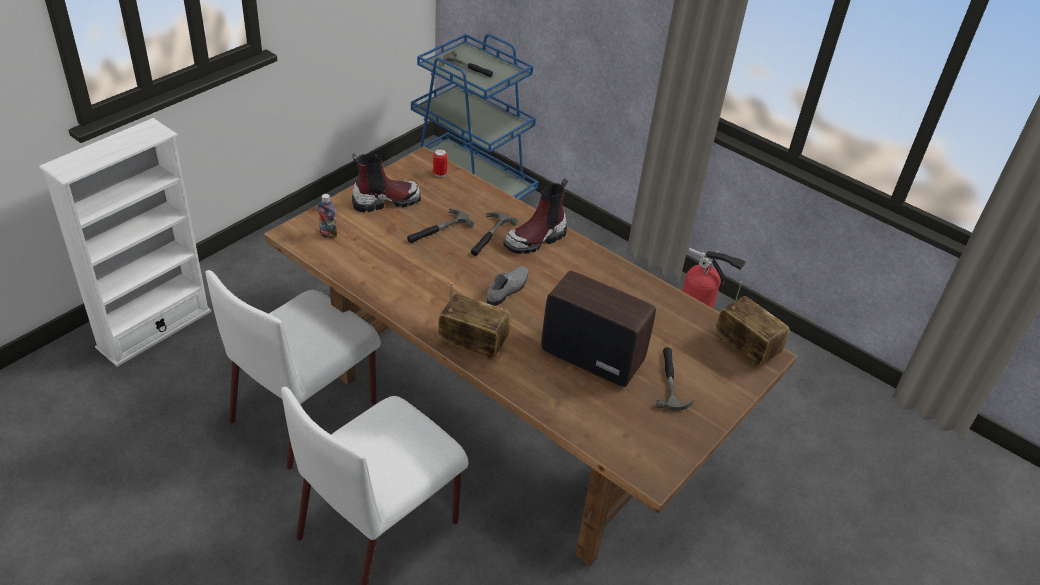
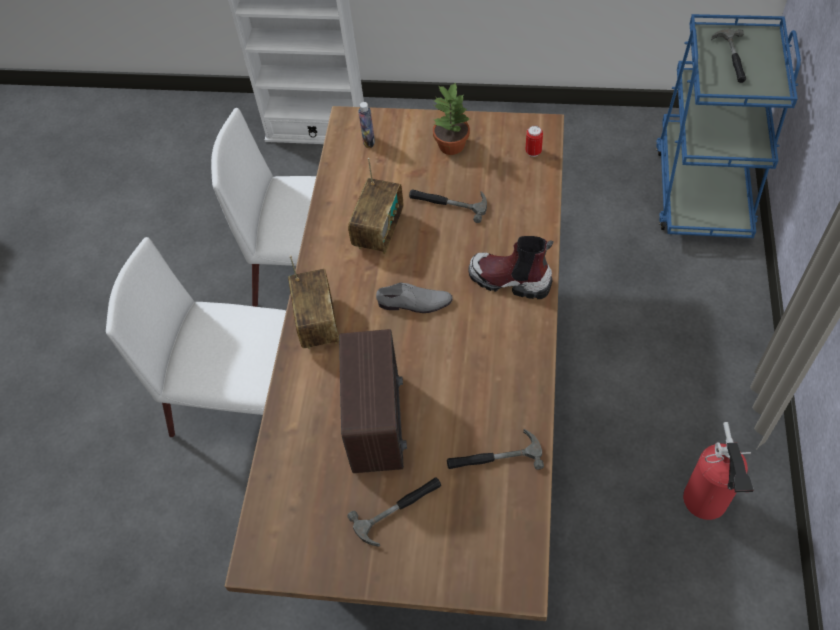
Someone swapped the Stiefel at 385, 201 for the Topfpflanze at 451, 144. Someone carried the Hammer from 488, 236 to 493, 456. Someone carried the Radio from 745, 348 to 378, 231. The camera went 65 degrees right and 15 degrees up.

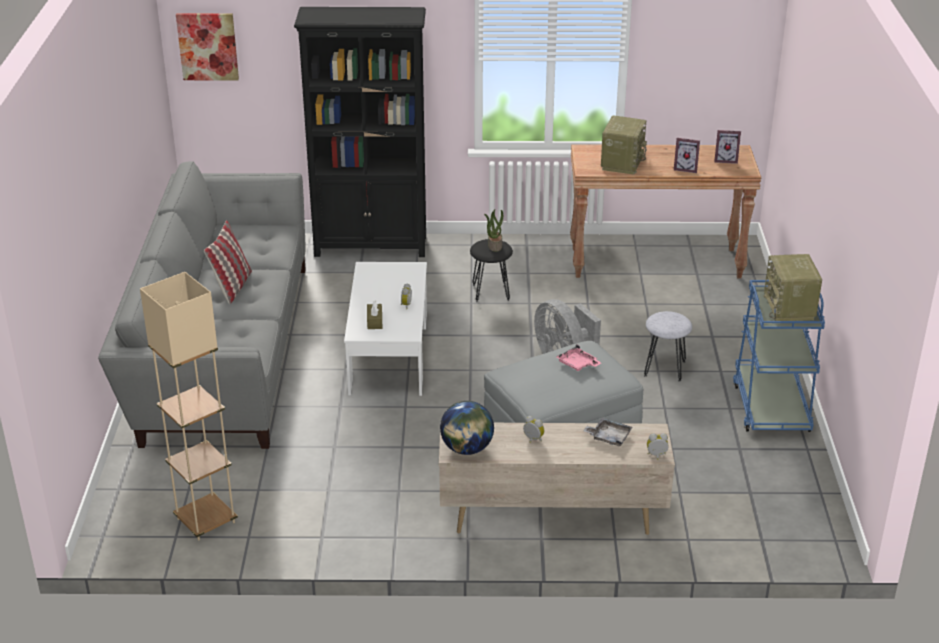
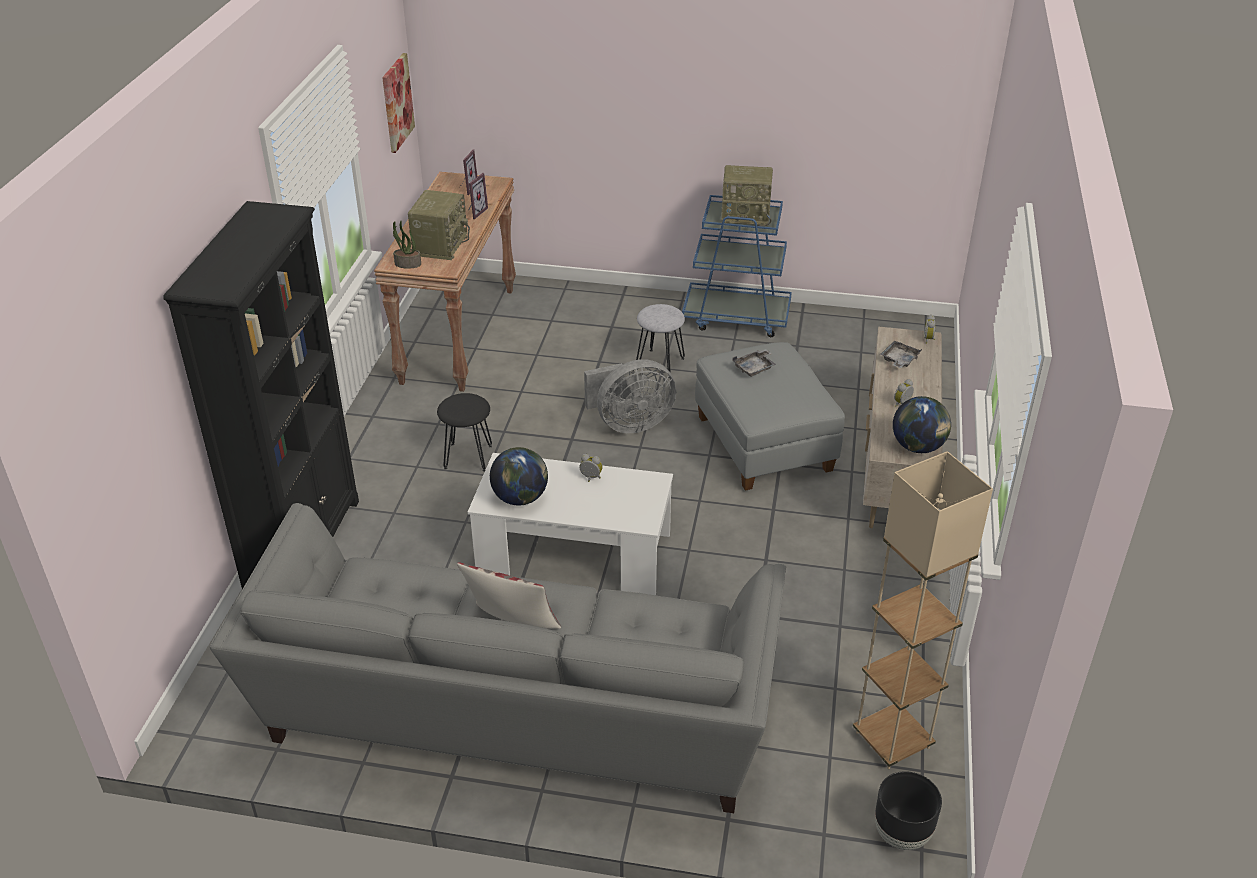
Someone carried the Bild from 208, 46 to 397, 102. Someone rotated the Radio at 622, 162 by 75 degrees clockwise. Someone carried the Topfpflanze from 494, 246 to 407, 264. Someone took away the Taschentuchbox (braun) at 374, 321. Someone repainted the Tablett (rosa) at 578, 364, which became the Tablett (grau) at 755, 368. Someone put down the Globus at 520, 498. Someone put down the Pflanzkübel (schwarz) at 902, 835. The camera went 80 degrees left and 5 degrees up.

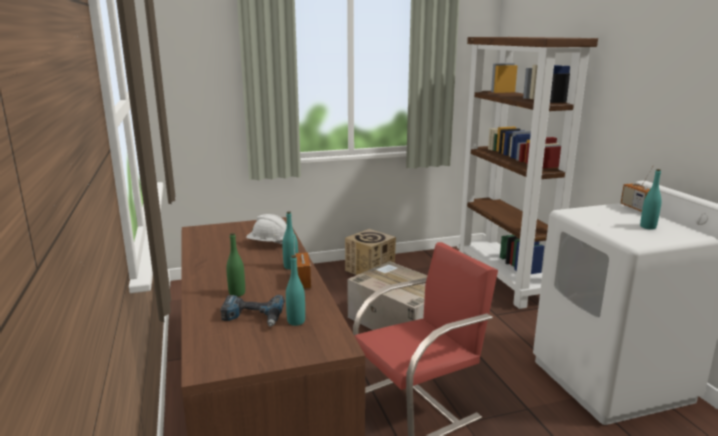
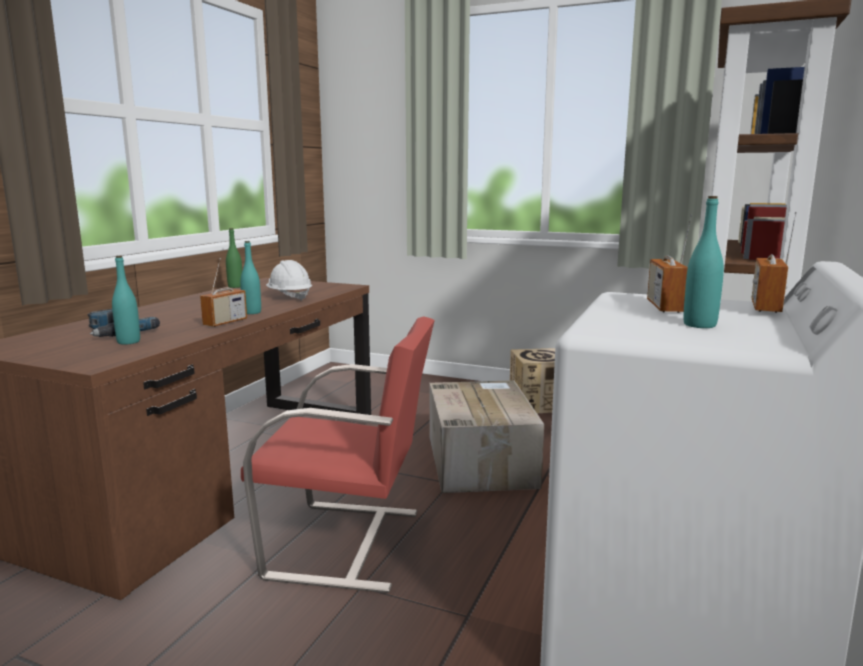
Someone carried the Flasche (grün) from 237, 293 to 235, 286. Someone put down the Radio at 664, 307. The camera went 40 degrees right and 5 degrees down.

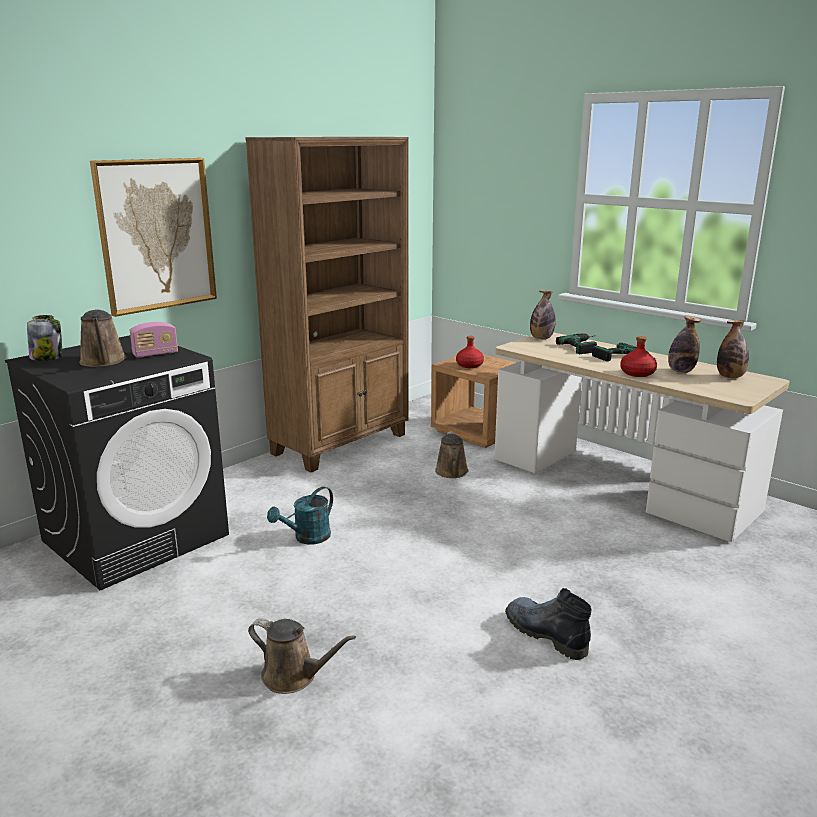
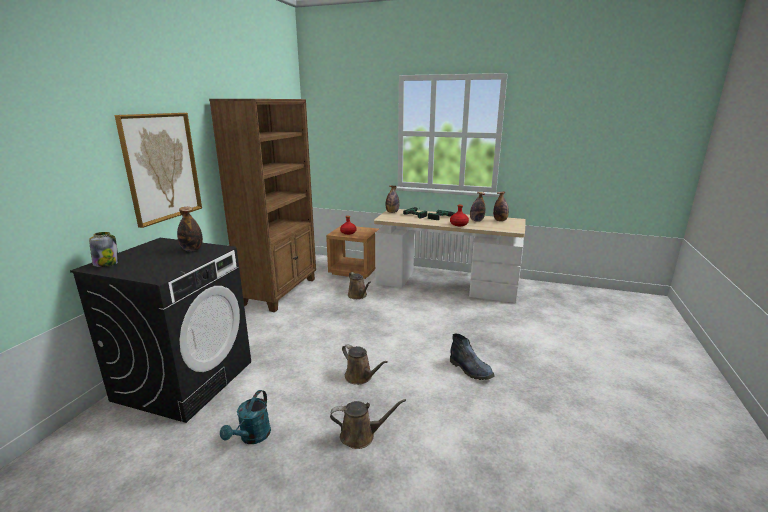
Someone carried the Gießkanne (braun) from 103, 361 to 360, 377. Someone swapped the Radio at 155, 354 for the Flasche at 192, 250. Someone carried the Gießkanne (türkis) from 307, 538 to 252, 437. Someone rotated the Stiefel at 544, 633 by 150 degrees counterclockwise. The camera went 25 degrees left and 0 degrees up.

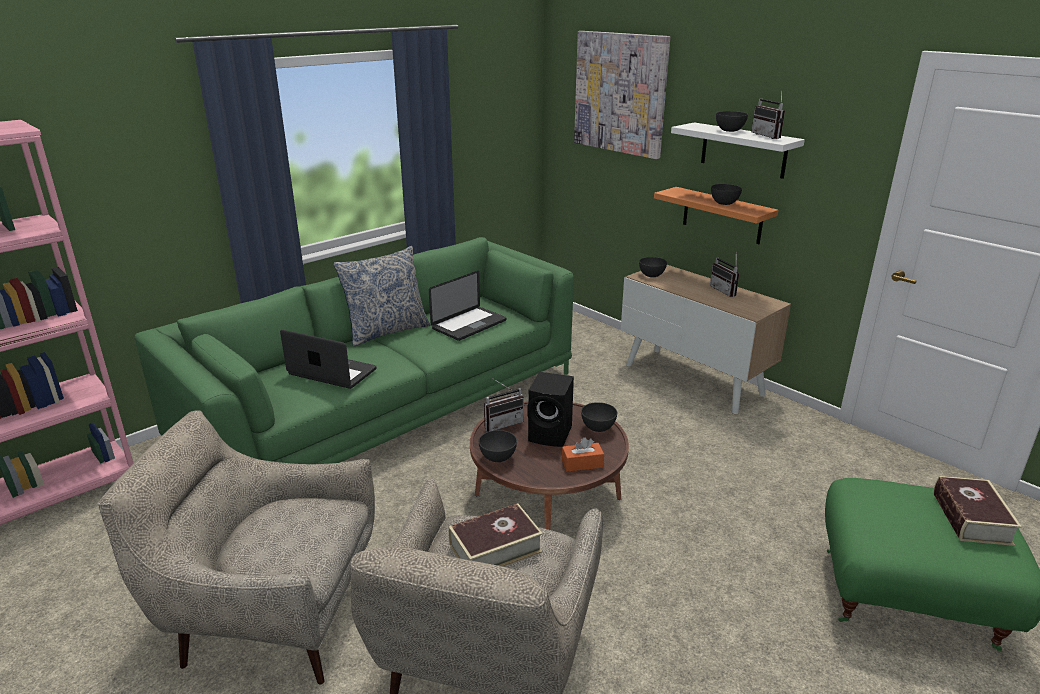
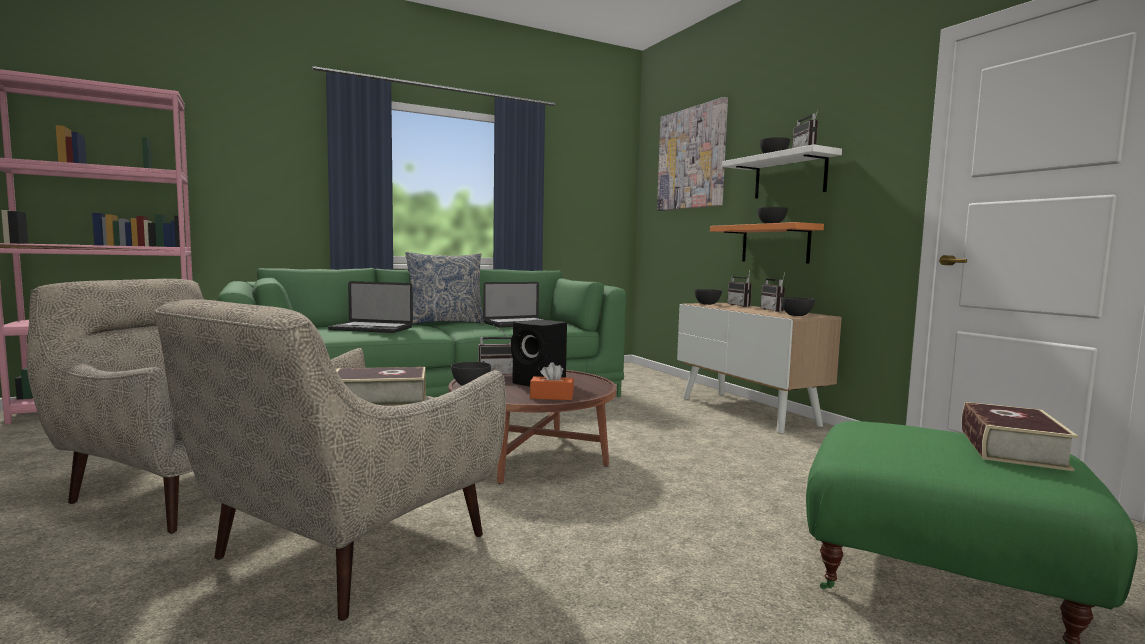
Someone rotated the Laptop at 332, 372 by 150 degrees clockwise. Someone carried the Schüssel (grau) from 598, 427 to 796, 315. Someone put down the Radio at 742, 306. The camera went 15 degrees right and 20 degrees down.

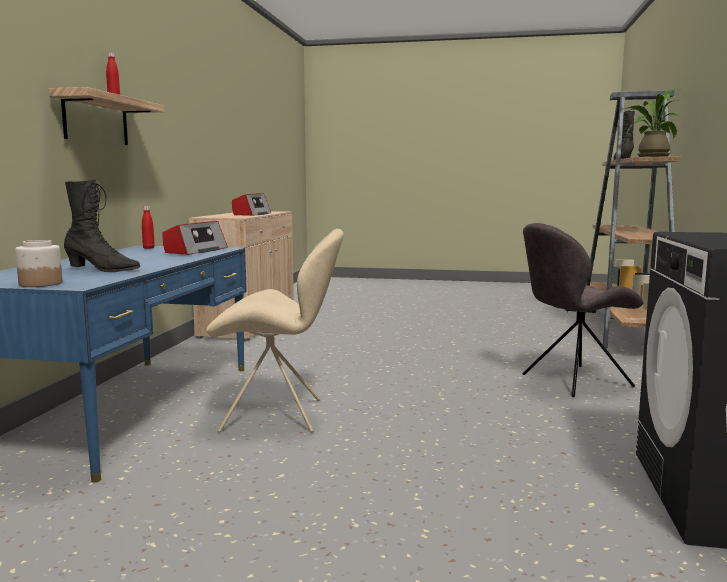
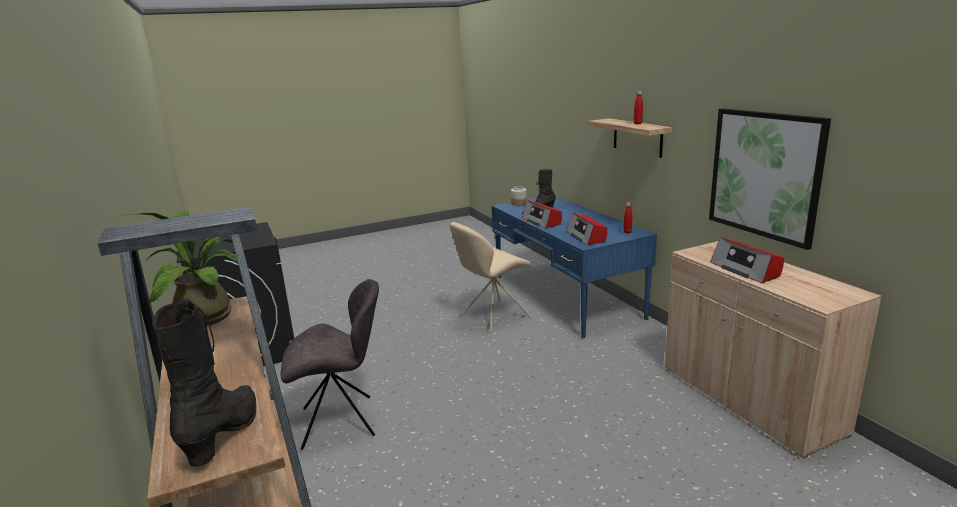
Someone rotated the Stuhl (grau) at 573, 381 by 45 degrees clockwise. Someone put up the Bild at 764, 174. Someone put down the Radio at 542, 221. The camera went 145 degrees right and 10 degrees up.

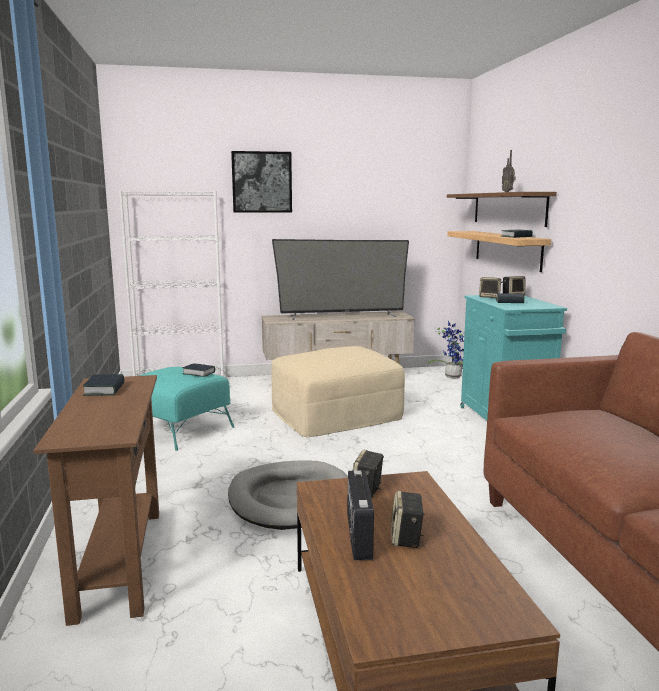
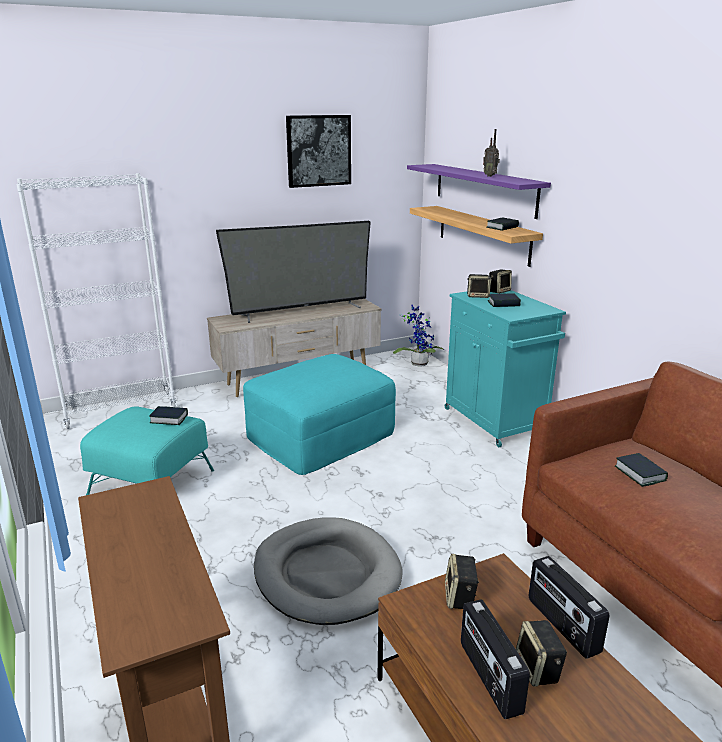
Someone carried the Bild from 262, 182 to 318, 151. Someone repainted the Wandregal (braun) at 508, 208, which became the Wandregal (lila) at 484, 189. Someone repainted the Polsterhocker (beige) at 336, 414, which became the Polsterhocker (türkis) at 320, 435. Someone carried the Buch from 104, 390 to 640, 473. Someone put down the Radio at 562, 625. The camera went 15 degrees left and 10 degrees up.

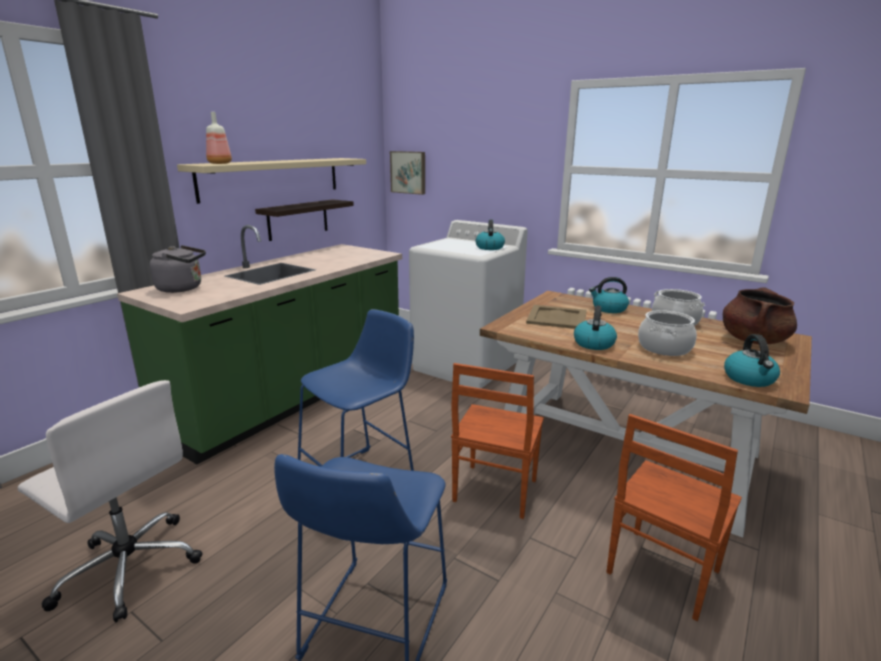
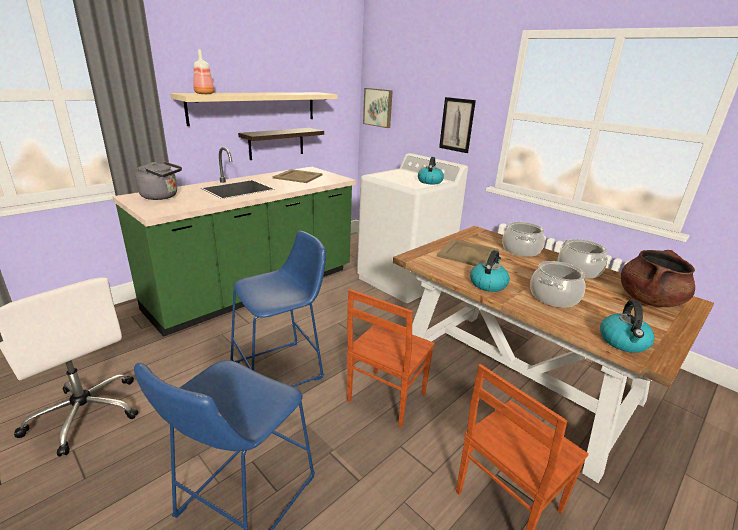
Someone swapped the Wasserkessel at 608, 309 for the Kochtopf at 521, 250. Someone put up the Bild at 456, 125. Someone put down the Tablett (beige) at 297, 176. The camera went 10 degrees right and 5 degrees up.

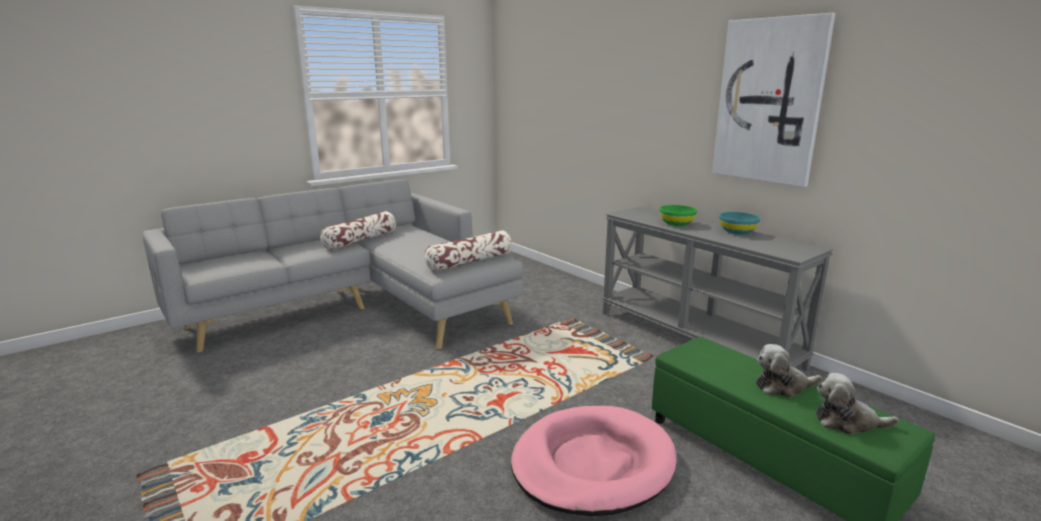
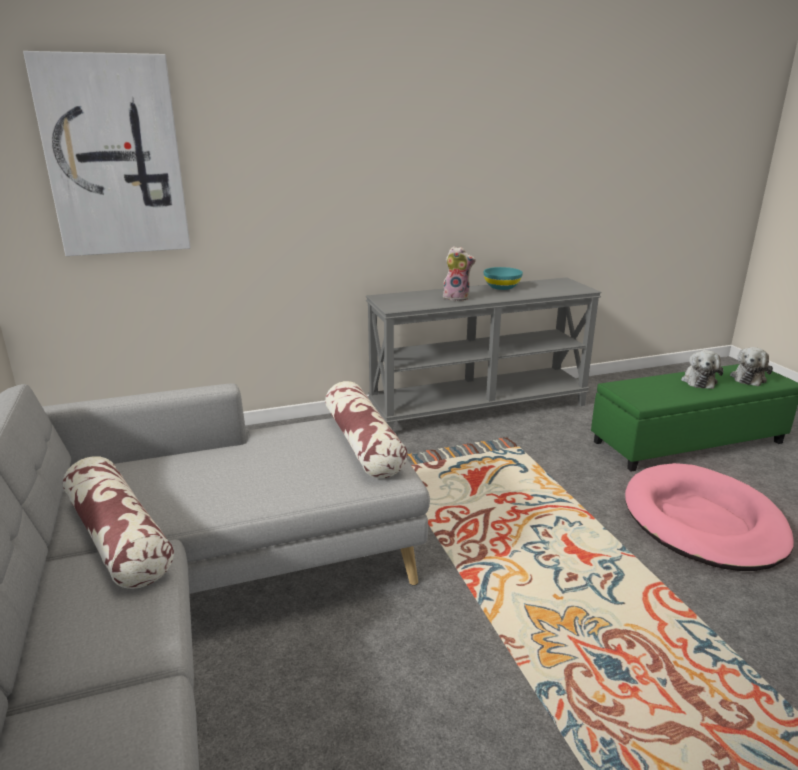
Someone carried the Bild from 769, 101 to 114, 157. Someone swapped the Schüssel (grün) at 676, 223 for the Plüschtier at 457, 298. The camera went 70 degrees left and 5 degrees up.

